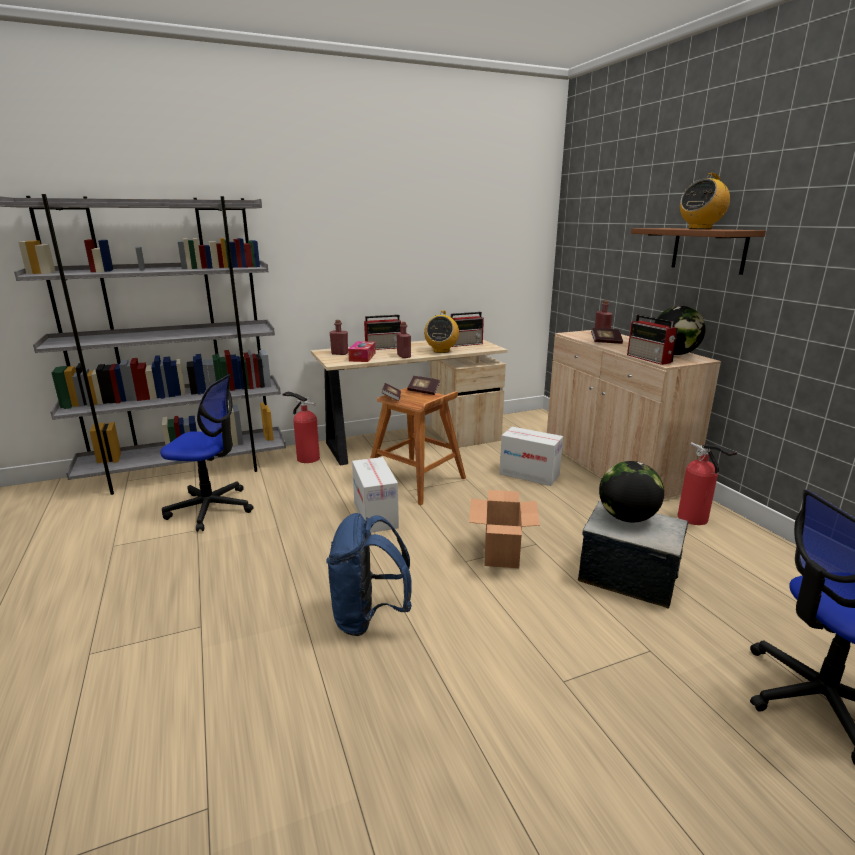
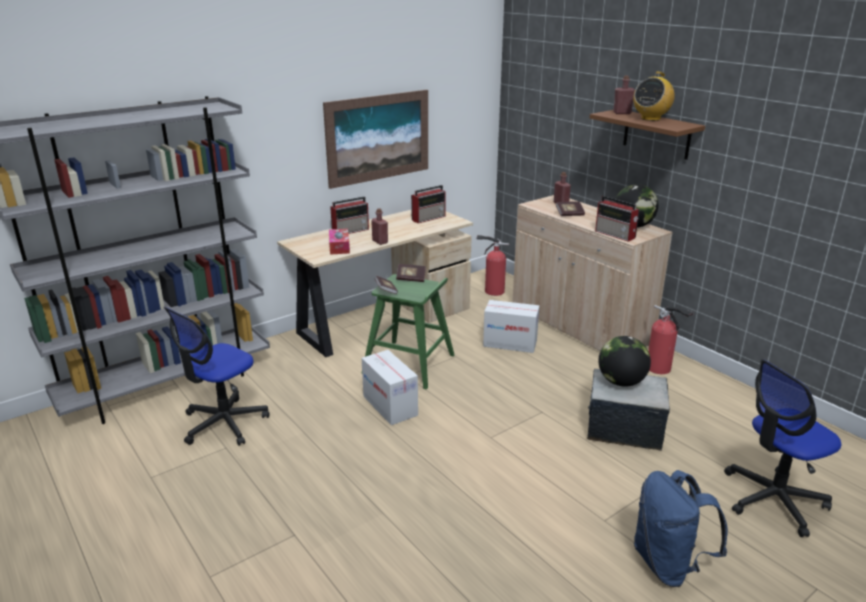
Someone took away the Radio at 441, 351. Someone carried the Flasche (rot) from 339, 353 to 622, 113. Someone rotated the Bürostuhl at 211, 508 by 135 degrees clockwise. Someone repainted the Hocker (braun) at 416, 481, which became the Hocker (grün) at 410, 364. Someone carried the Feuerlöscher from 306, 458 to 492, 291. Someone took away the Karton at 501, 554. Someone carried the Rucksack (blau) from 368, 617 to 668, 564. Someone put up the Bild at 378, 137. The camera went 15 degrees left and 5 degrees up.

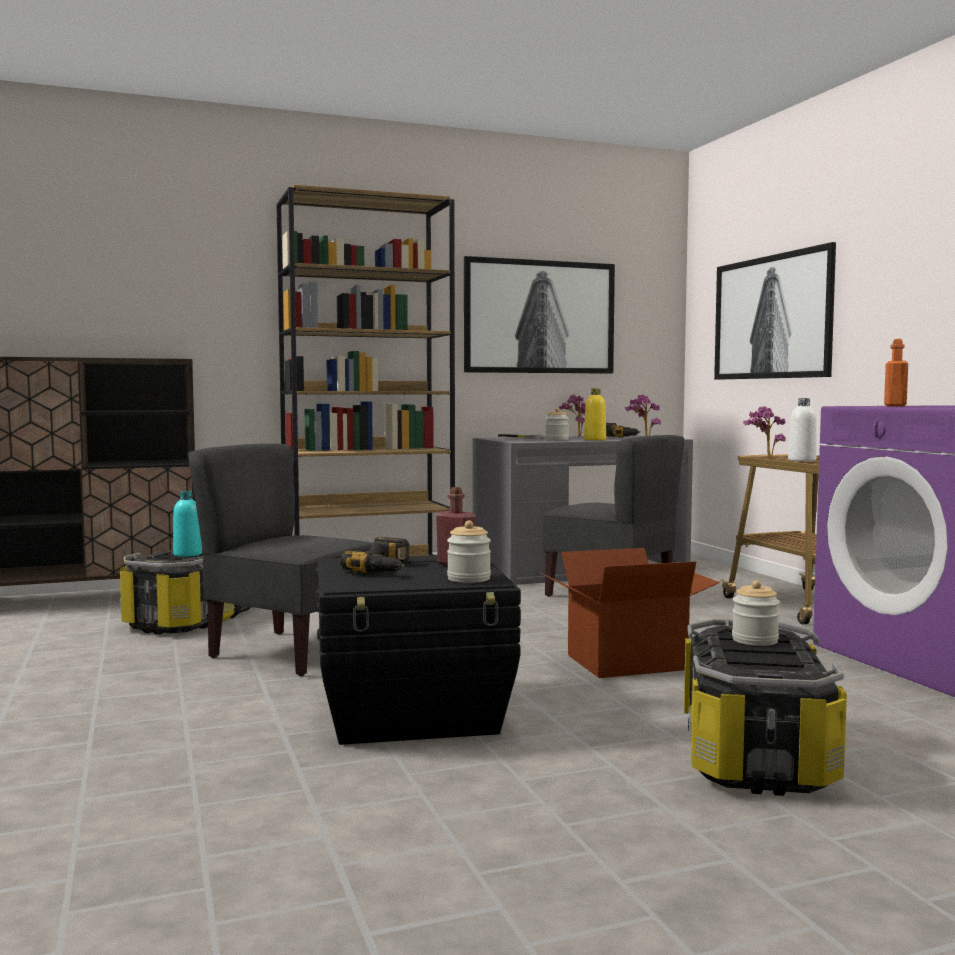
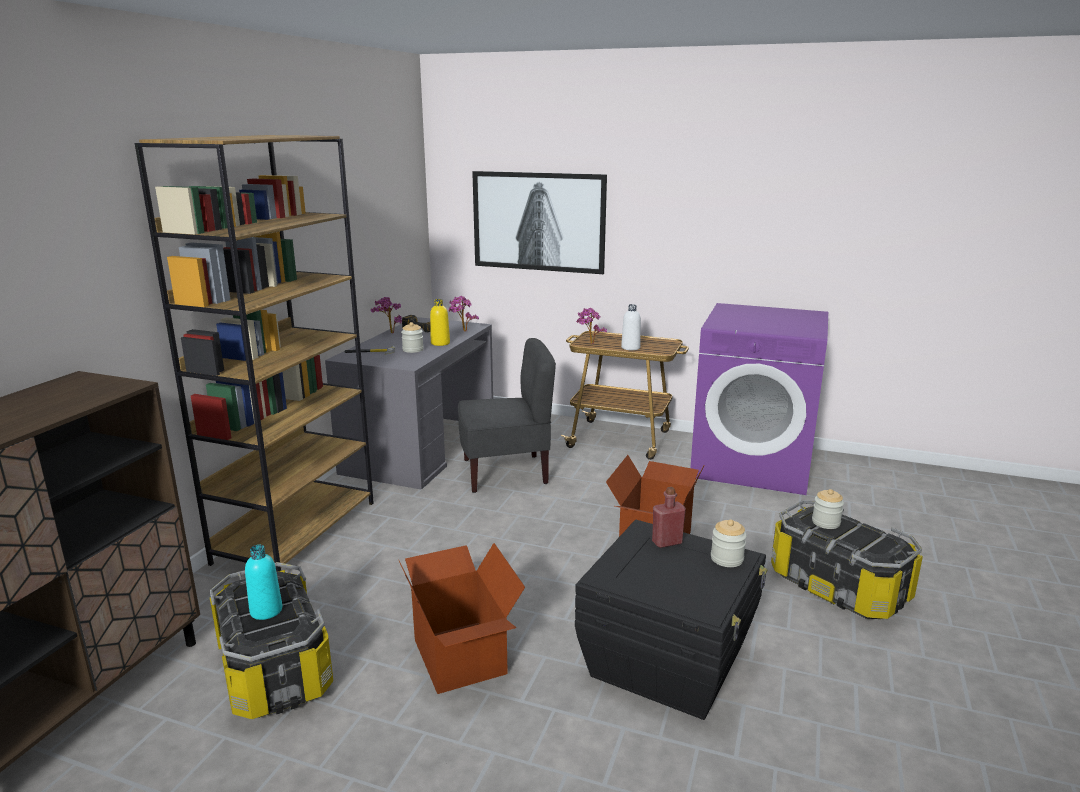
Someone took away the Bild at 540, 317. Someone took away the Flasche (orange) at 895, 406. Someone swapped the Stuhl (grau) at 291, 652 for the Karton at 461, 656. Someone took away the Bohrmaschine at 386, 568. The camera went 50 degrees left and 15 degrees up.

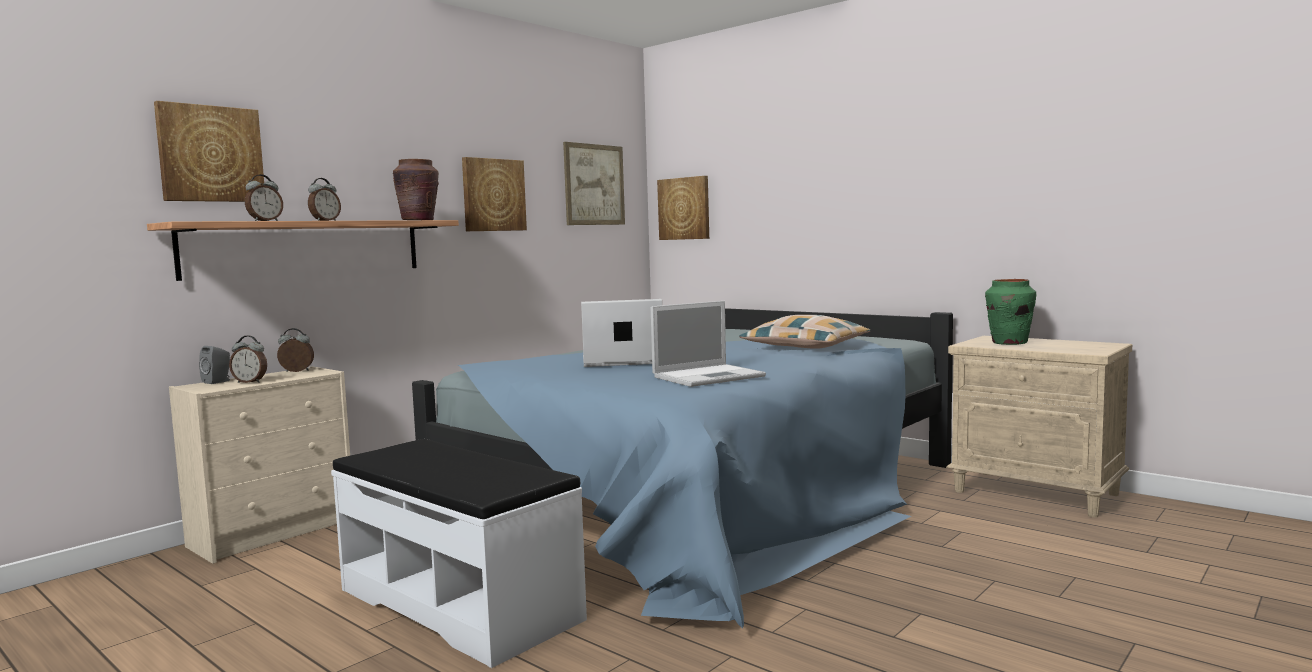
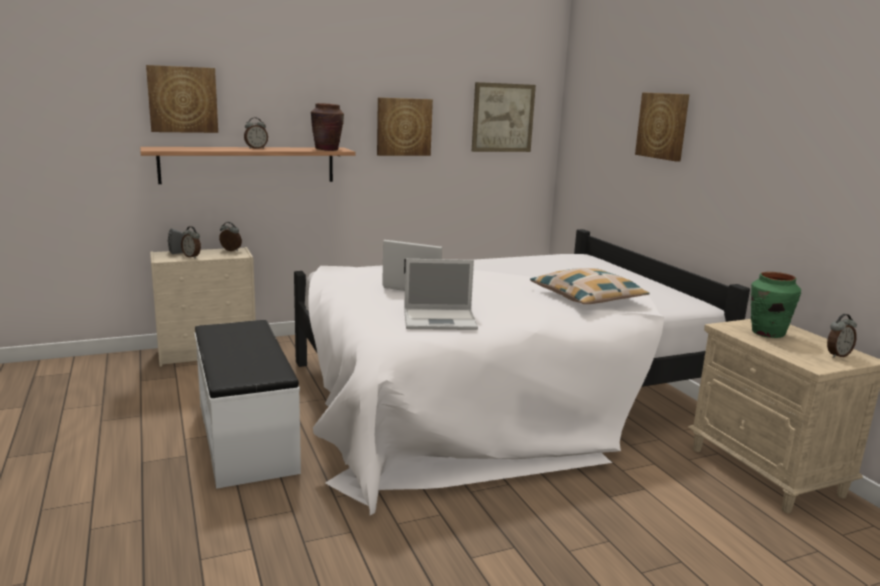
Someone carried the Wecker from 265, 221 to 837, 355. Someone carried the Bild from 684, 208 to 663, 126. Someone repainted the Bett (blau) at 708, 495, which became the Bett (weiß) at 493, 396. The camera went 25 degrees right and 10 degrees up.

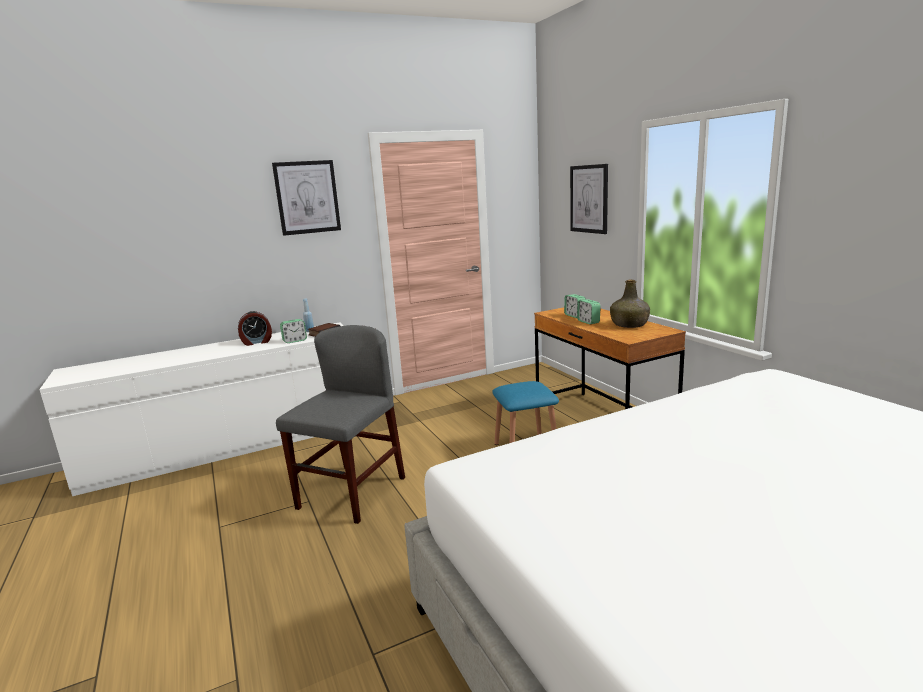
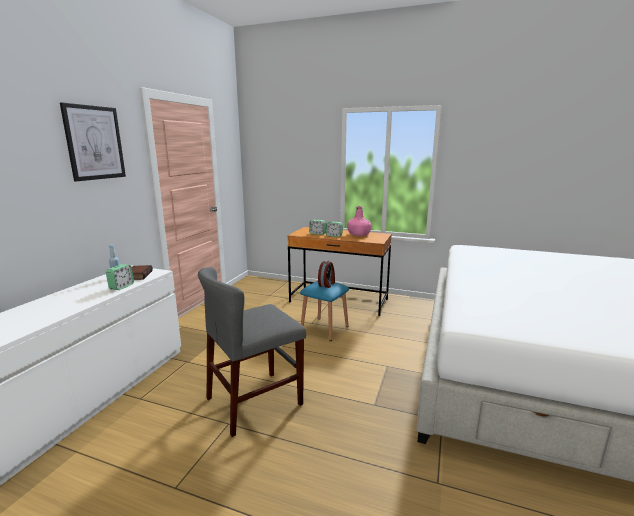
Someone took away the Bild at 589, 199. Someone repainted the Flasche (grün) at 629, 325, which became the Flasche (rosa) at 359, 234. Someone carried the Wecker from 257, 342 to 327, 284. Someone rotated the Stuhl (grau) at 352, 493 by 105 degrees counterclockwise. The camera went 45 degrees left and 0 degrees up.

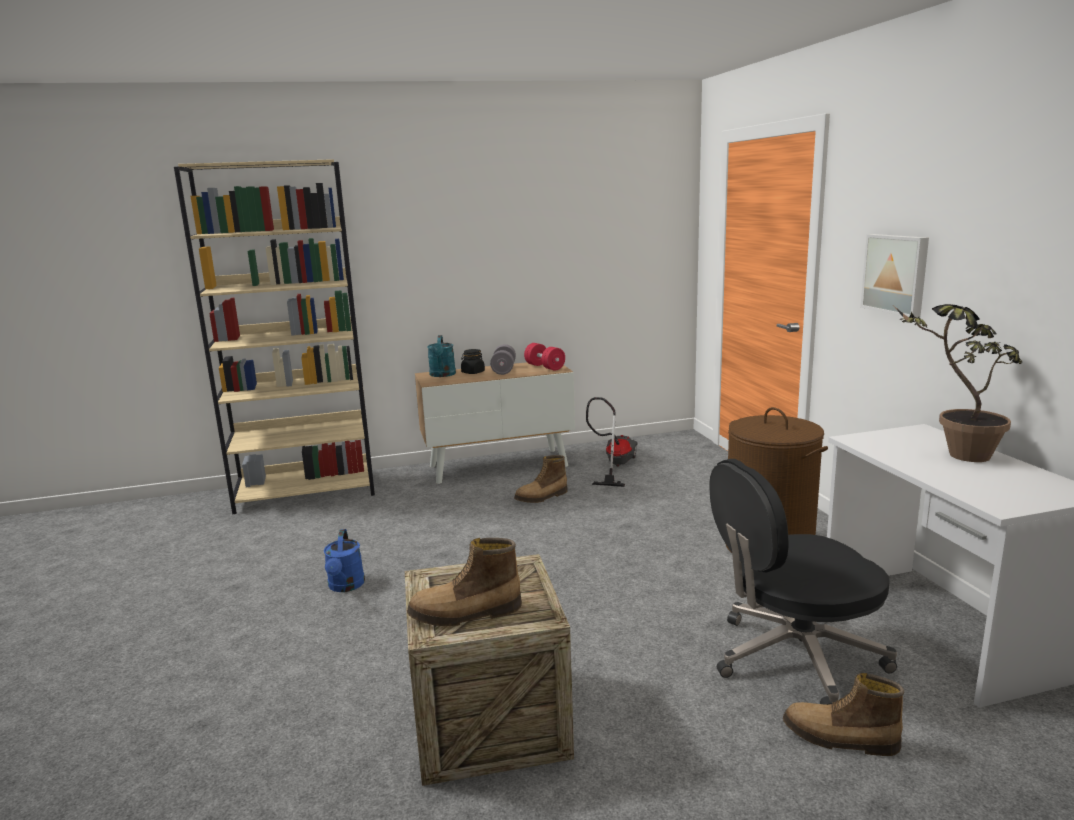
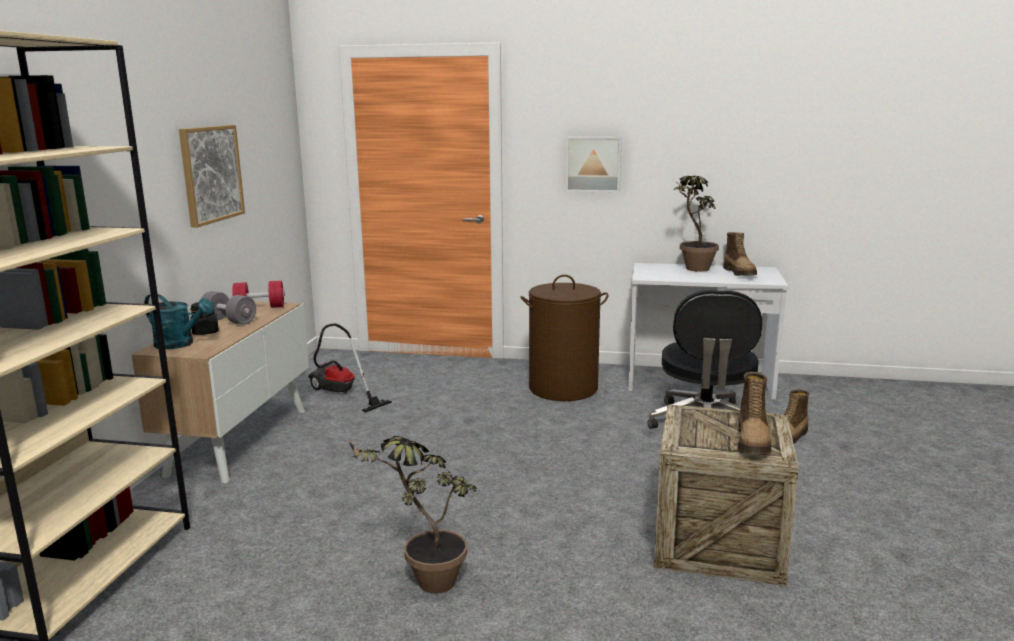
Someone carried the Stiefel from 542, 497 to 740, 273. Someone swapped the Gießkanne (blau) at 345, 586 for the Topfpflanze at 423, 581. Someone put up the Bild at 211, 174. The camera went 65 degrees left and 0 degrees up.

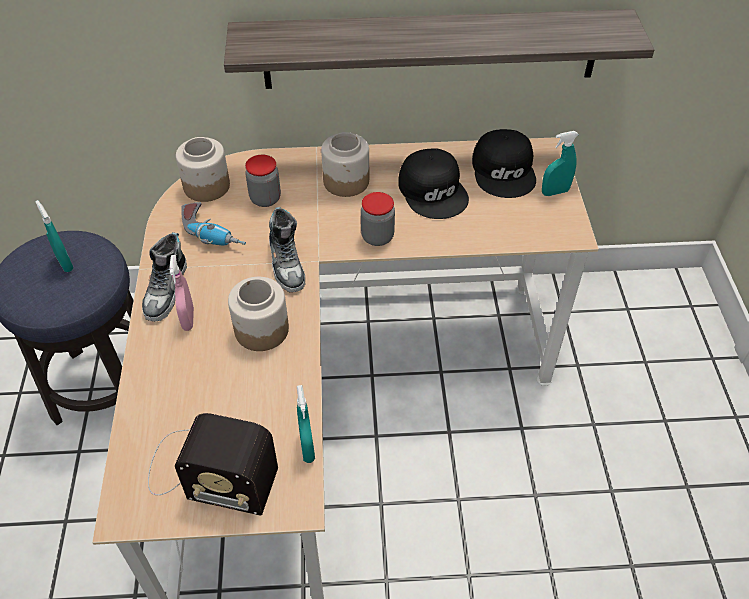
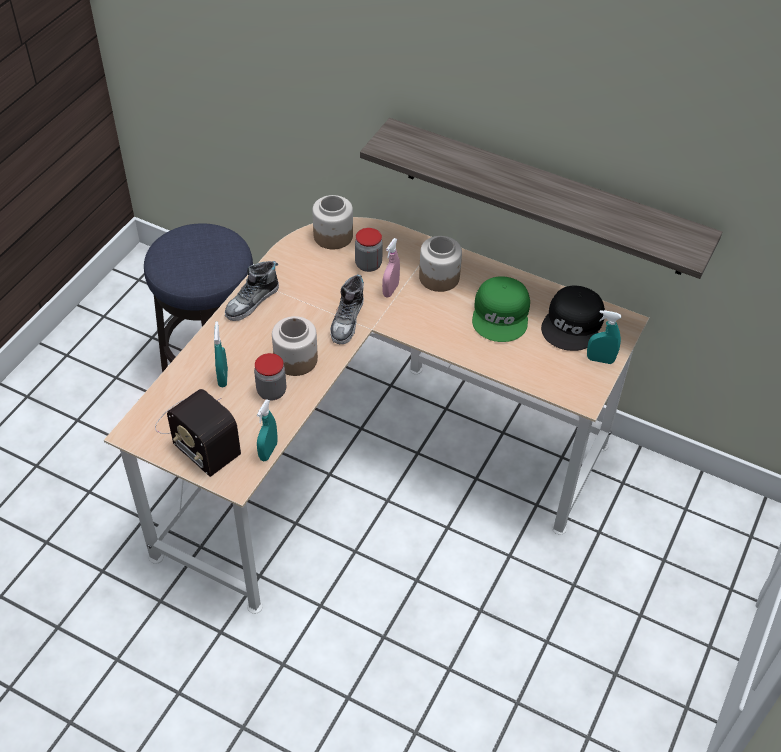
Someone repainted the Kappe (schwarz) at 434, 190, which became the Kappe (grün) at 501, 315. Someone carried the Vorratsglas from 377, 237 to 271, 391. Someone carried the Sprühflasche (türkis) from 65, 263 to 223, 378. Someone took away the Bohrmaschine at 214, 233. Someone carried the Sprühflasche (rosa) from 188, 319 to 390, 290. The camera went 30 degrees right and 0 degrees up.

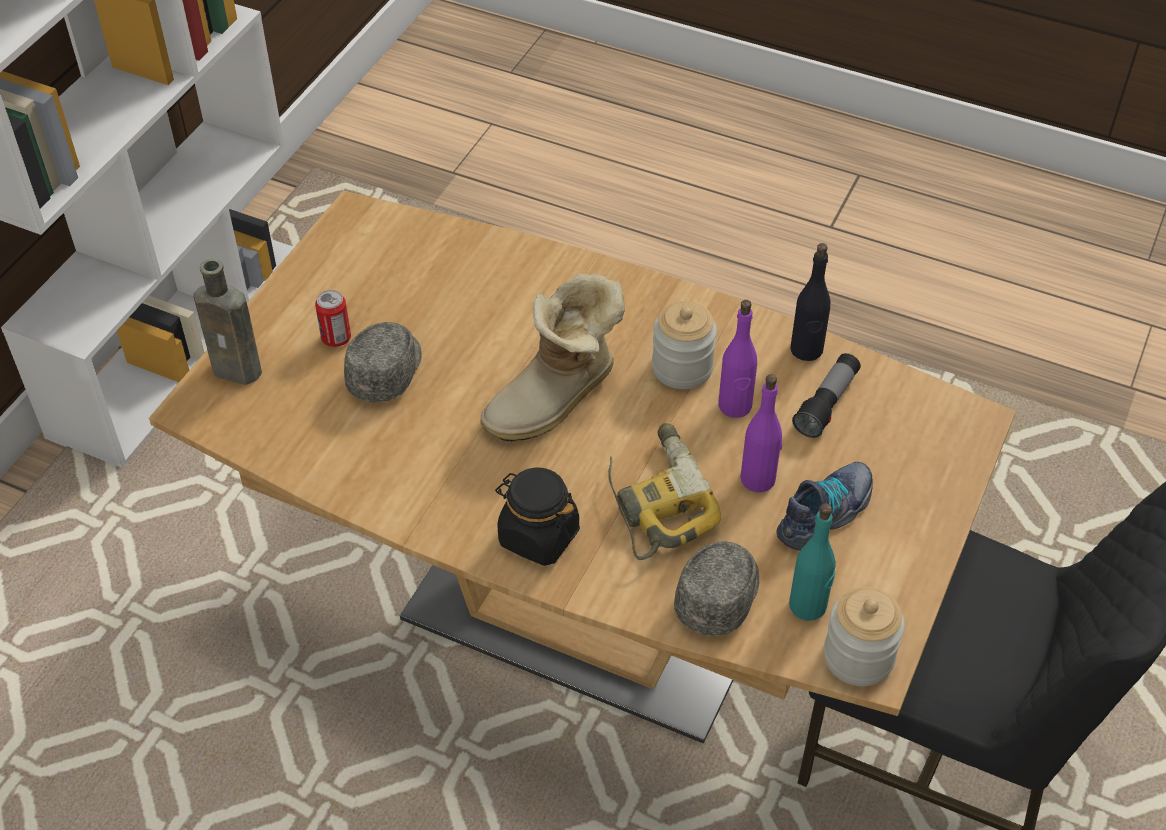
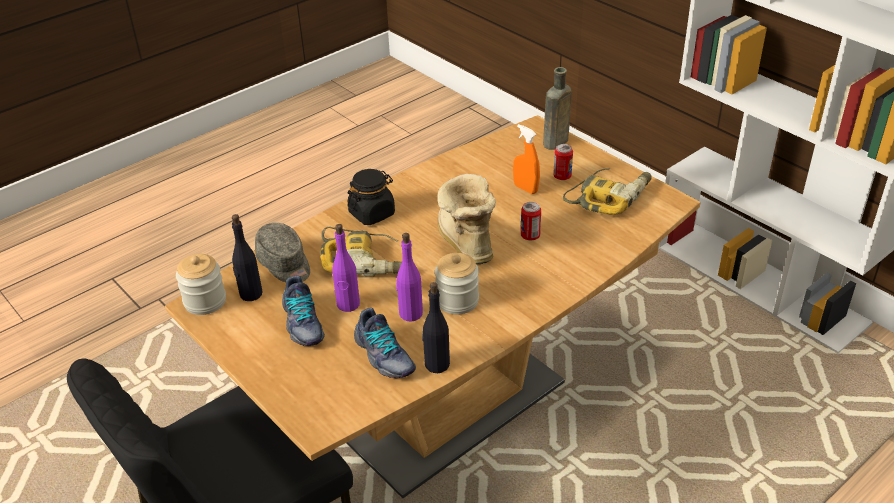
Someone swapped the Kappe (grau) at 387, 371 for the Sprühflasche (orange) at 525, 188. Someone swapped the Taschenlampe at 827, 404 for the Schuh at 383, 356. Someone repainted the Flasche (türkis) at 808, 606, which became the Flasche (schwarz) at 250, 294. Someone put down the Bohrmaschine at 608, 196. Someone put down the Dose at 530, 236. The camera went 115 degrees right and 10 degrees down.

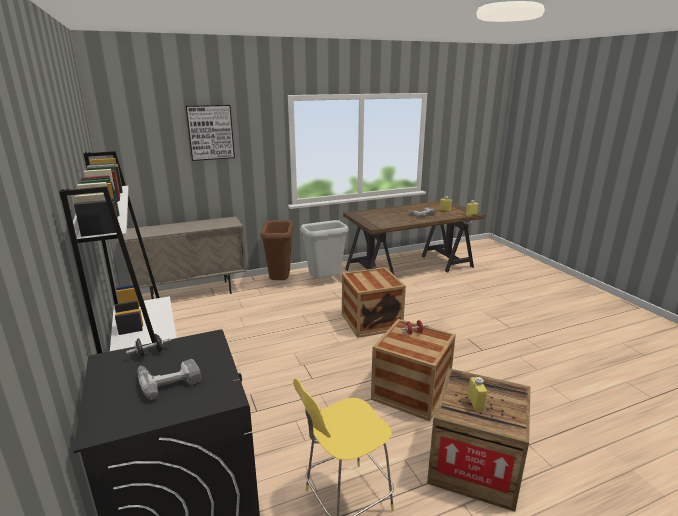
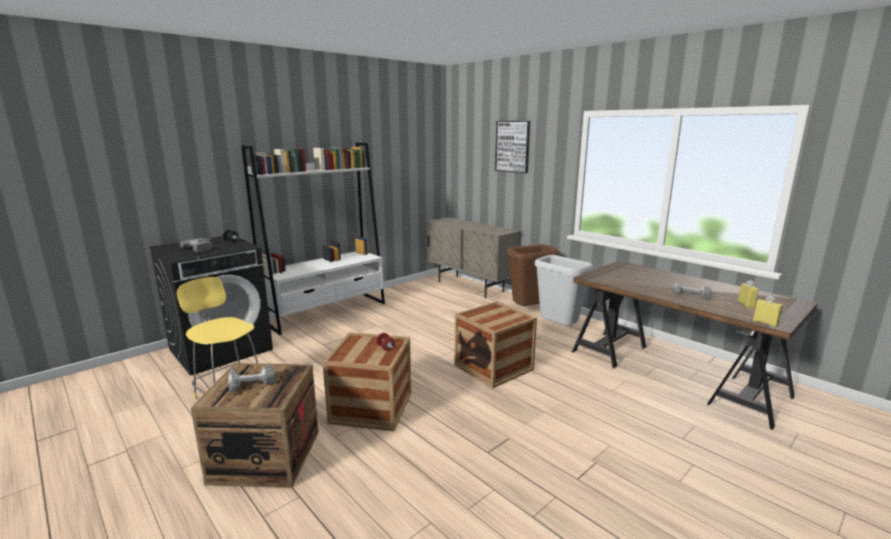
Someone swapped the Flasche (gelb) at 475, 404 for the Bohrmaschine at 251, 380. The camera went 70 degrees right and 5 degrees down.

